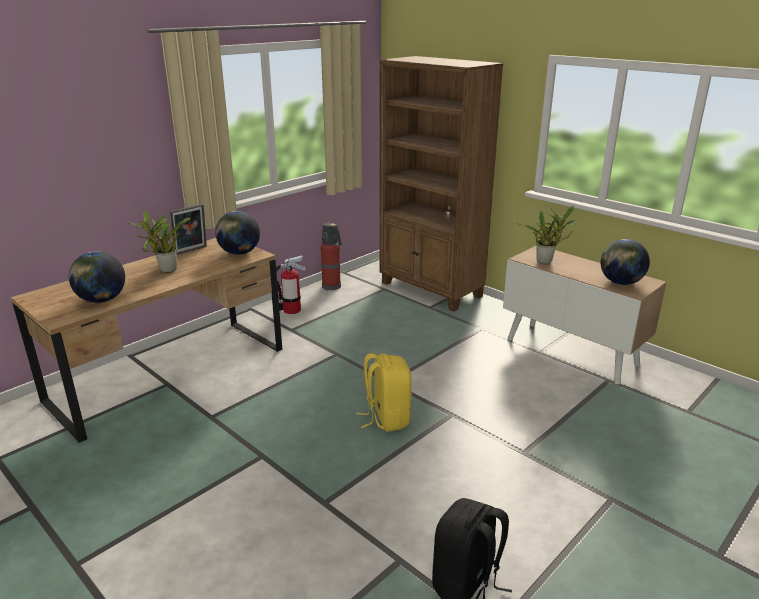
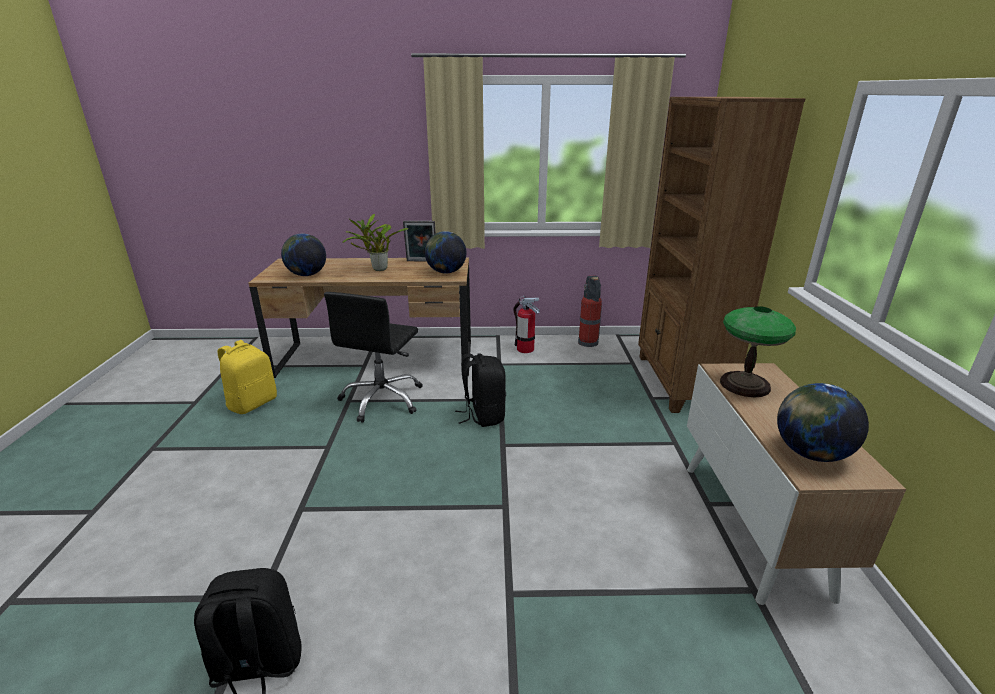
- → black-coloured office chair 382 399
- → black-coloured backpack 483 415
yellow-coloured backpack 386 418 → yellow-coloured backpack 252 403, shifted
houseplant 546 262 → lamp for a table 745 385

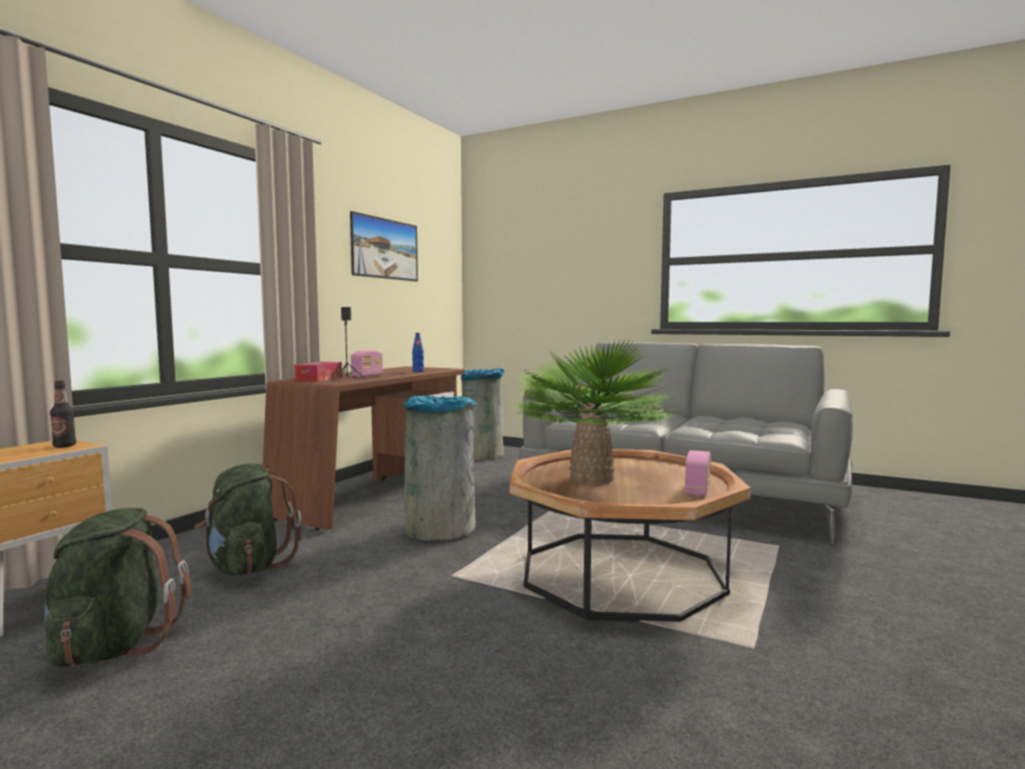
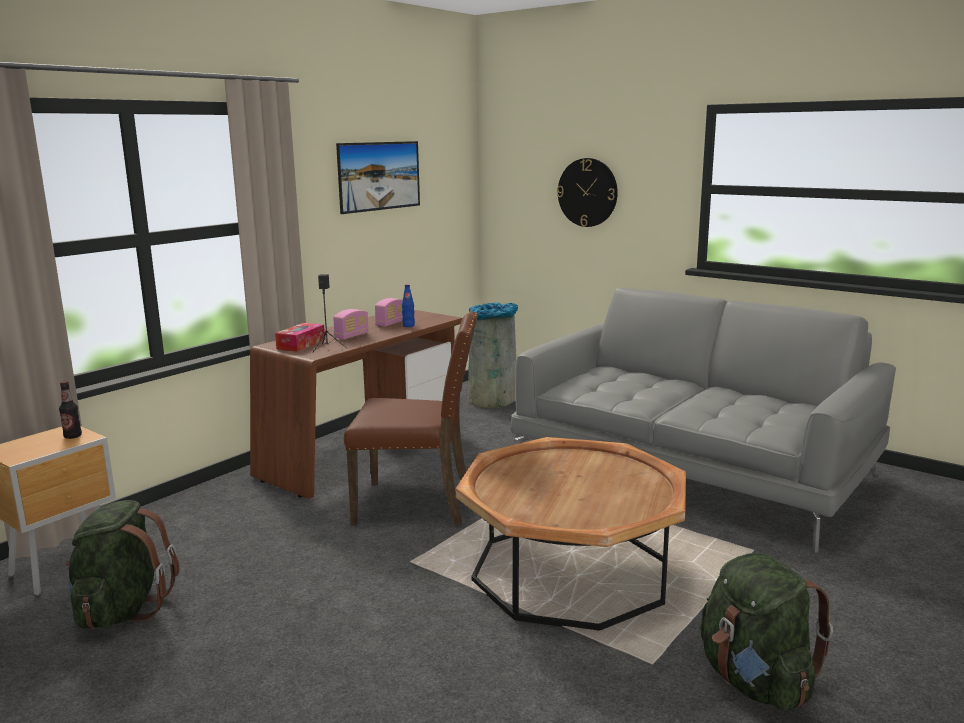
houseplant 592 478 → -
- → clock on the wall 587 192
green-coloured backpack 247 567 → green-coloured backpack 755 681, shifted
radio receiver 697 489 → radio receiver 391 323, shifted
gray rubbish bin 441 530 → brown upright chair 417 505

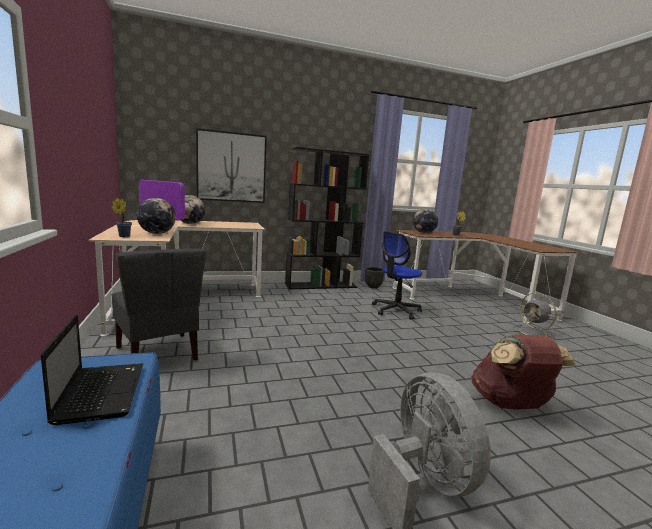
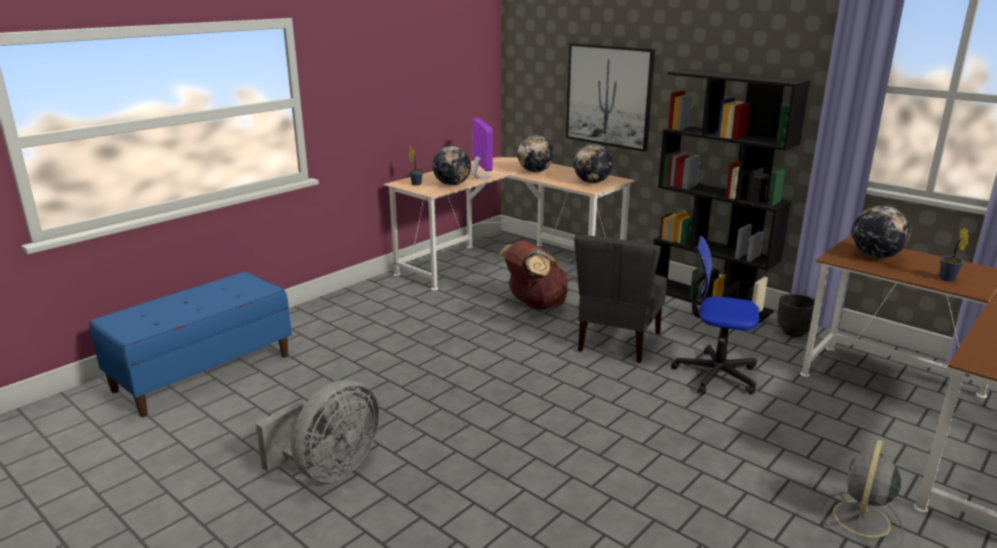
notebook computer 101 391 → -
- → globe 592 182
gray upright chair 158 353 → gray upright chair 617 342, shifted
brown backpack 511 405 → brown backpack 535 305, shifted

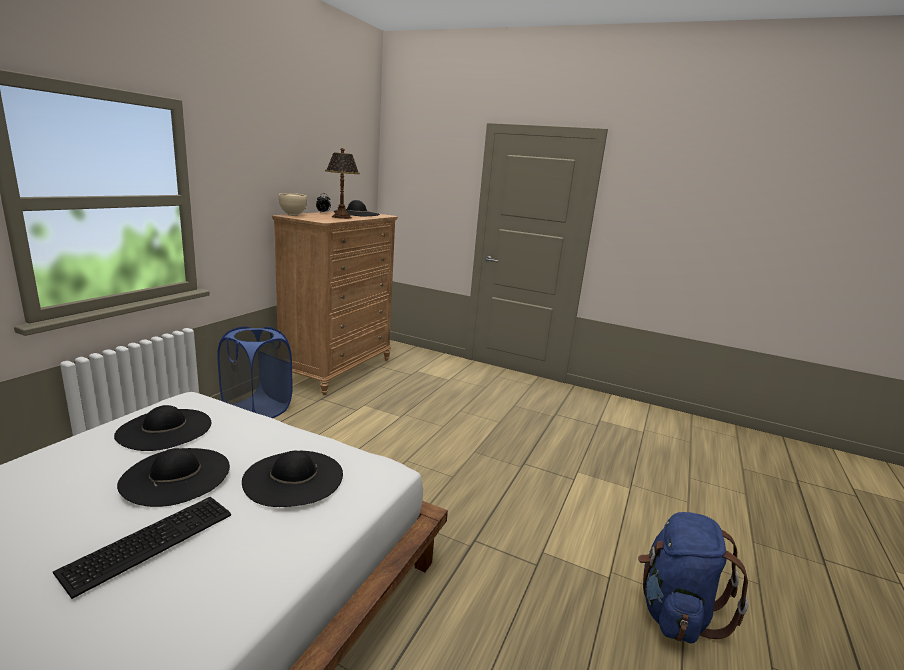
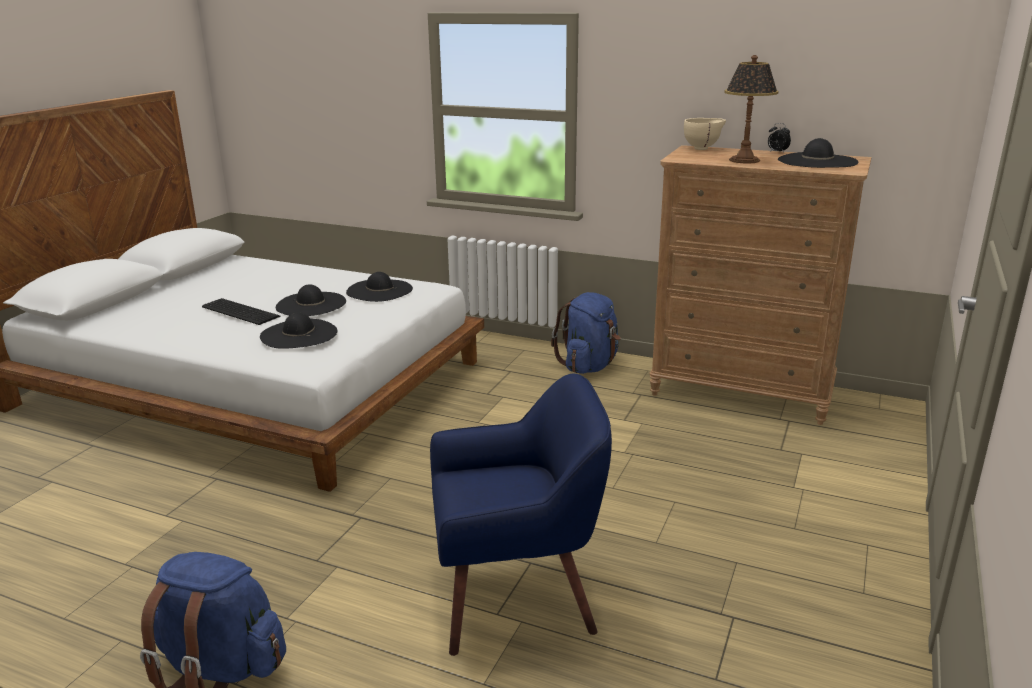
- → blue-coloured armchair 517 595
blue-coloured hamper 257 410 → blue-coloured backpack 589 366

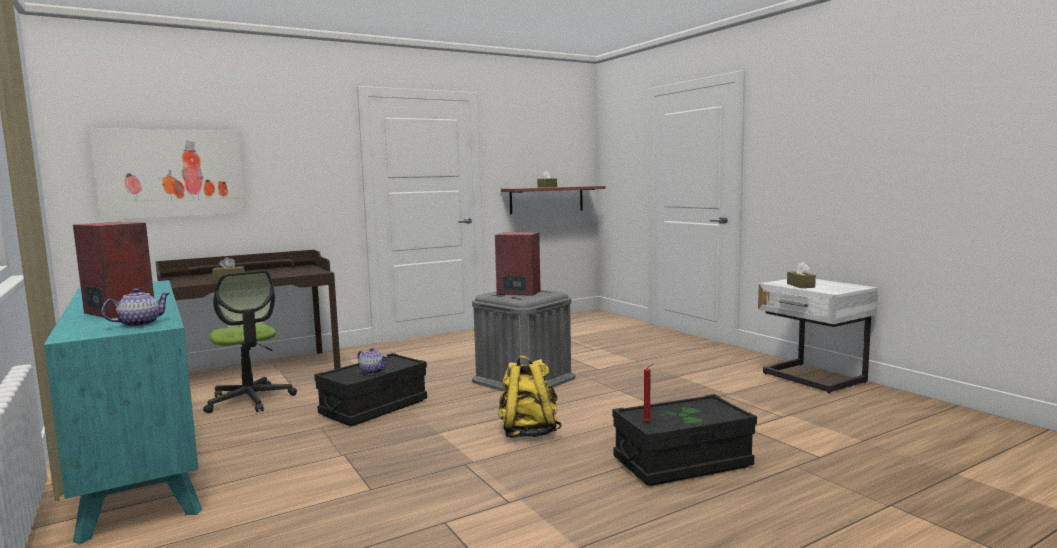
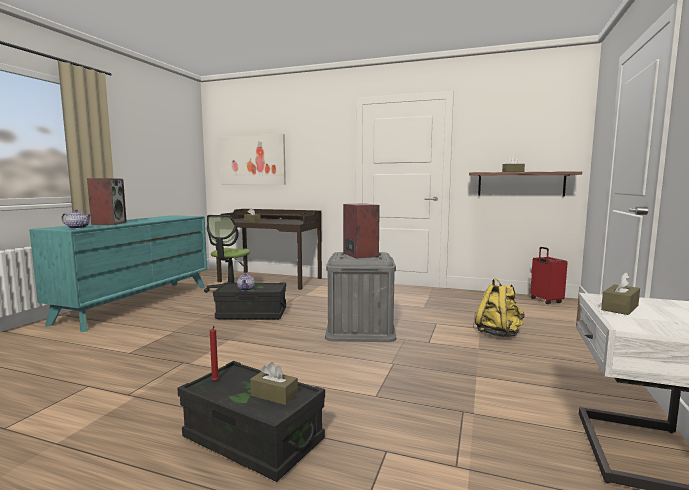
- → brown tissue box 274 395
- → red travel case 545 301
yellow-coloured backpack 528 432 → yellow-coloured backpack 498 334, shifted

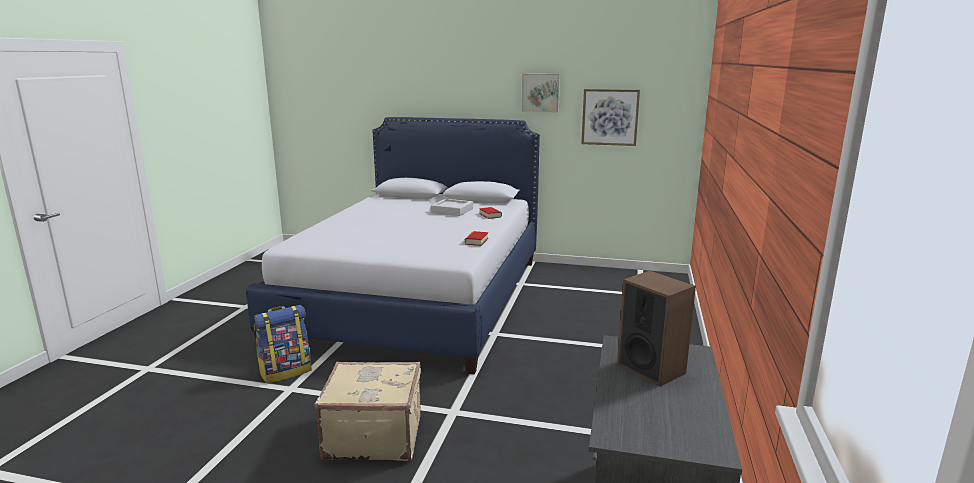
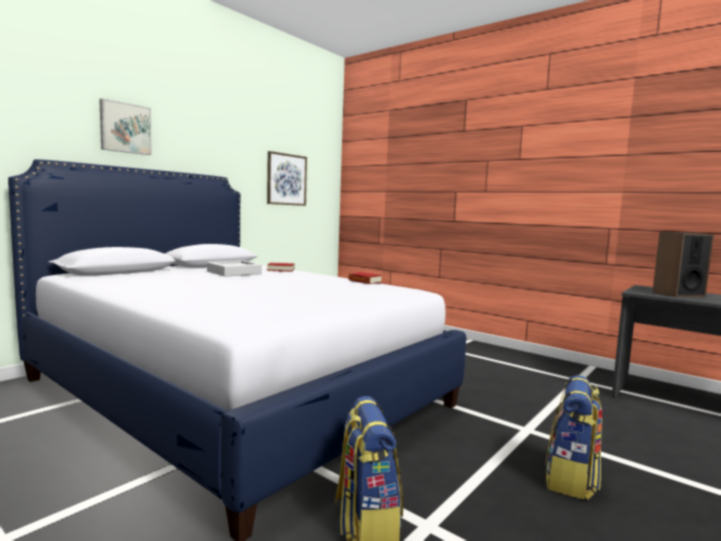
wall art 540 92 → wall art 125 128, shifted
beige travel case 373 435 → backpack 571 479

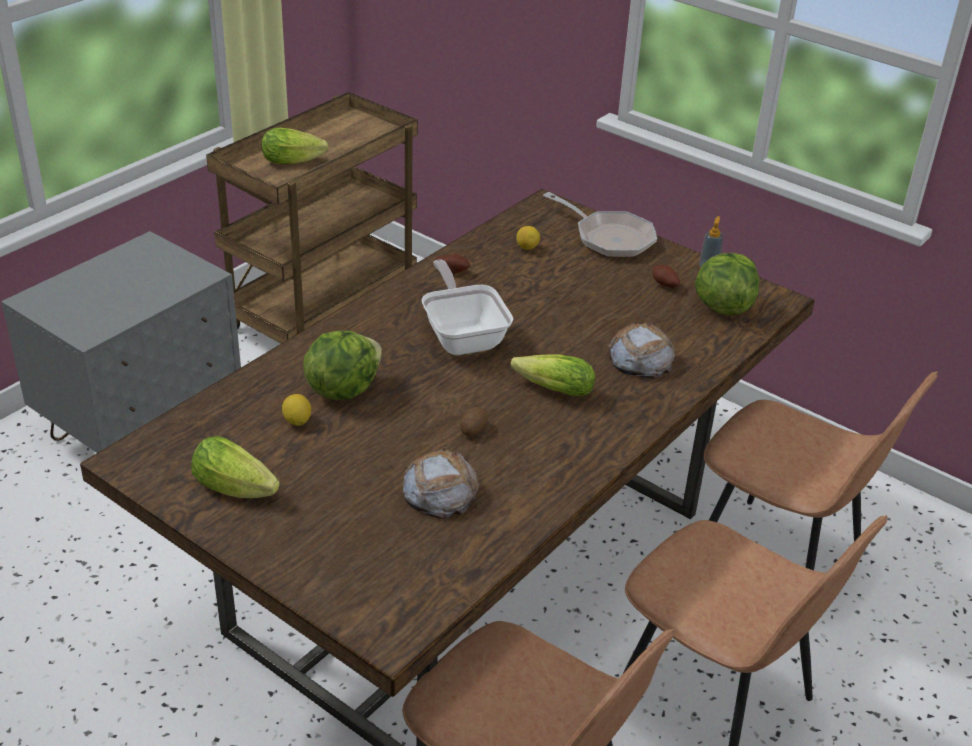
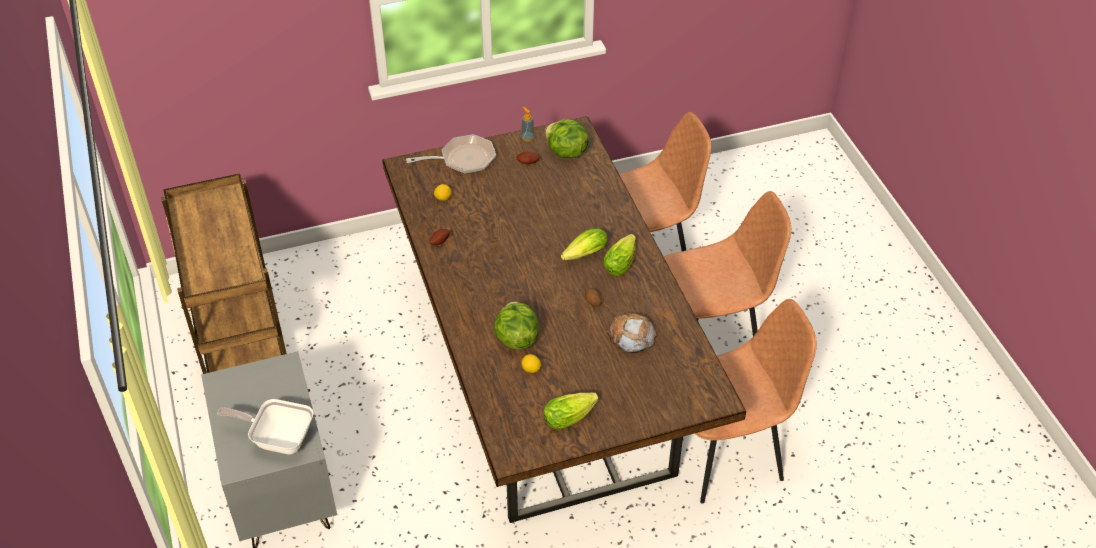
baked bread 640 358 → -
lettuce 296 160 → lettuce 621 262, shifted
skillet 463 336 → skillet 278 438, shifted

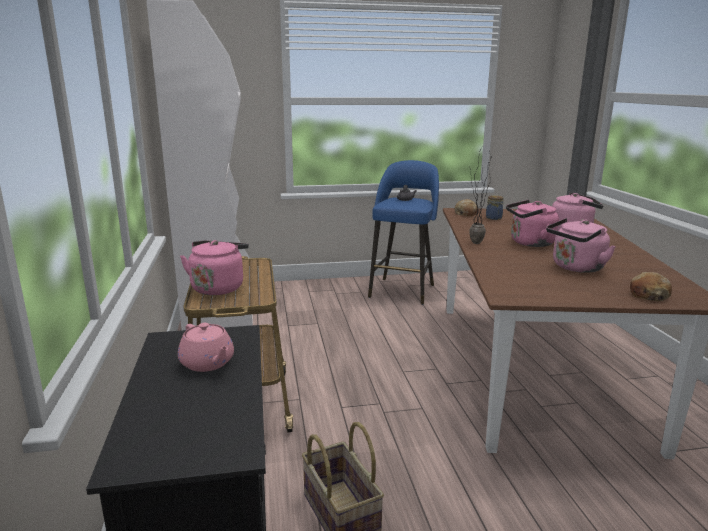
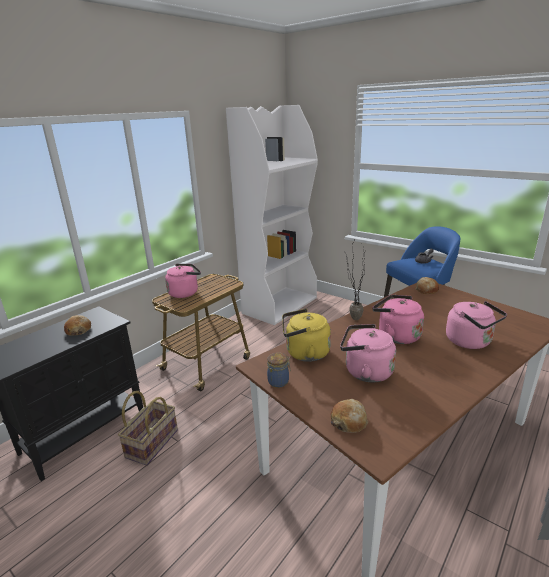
- → yellow-coloured tea kettle 304 353
preserve jar 494 218 → preserve jar 279 381, shifted
pink teapot 208 363 → baked bread 78 330

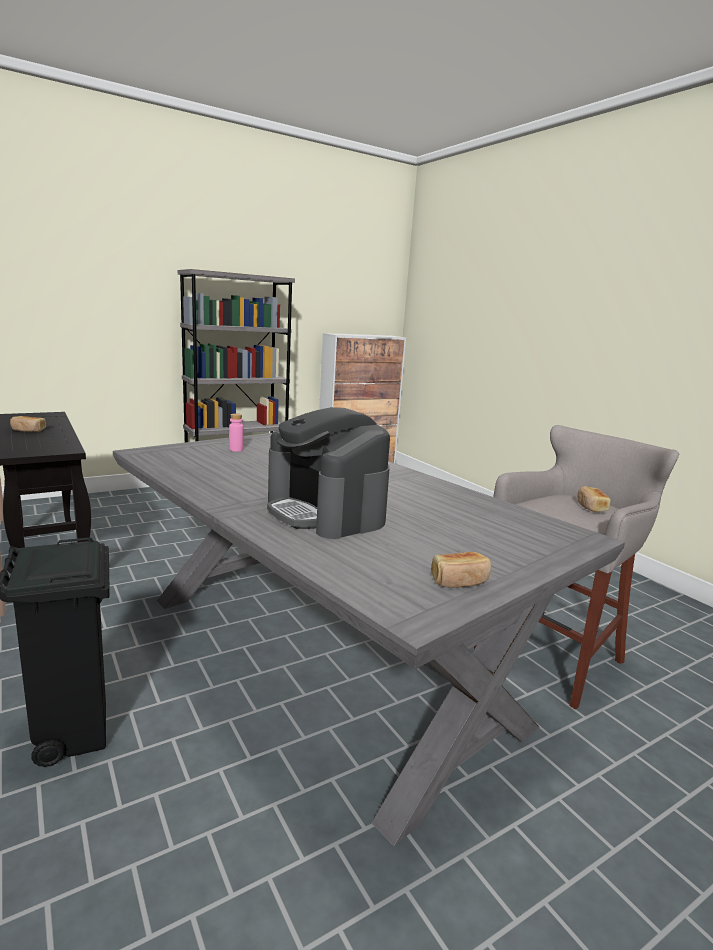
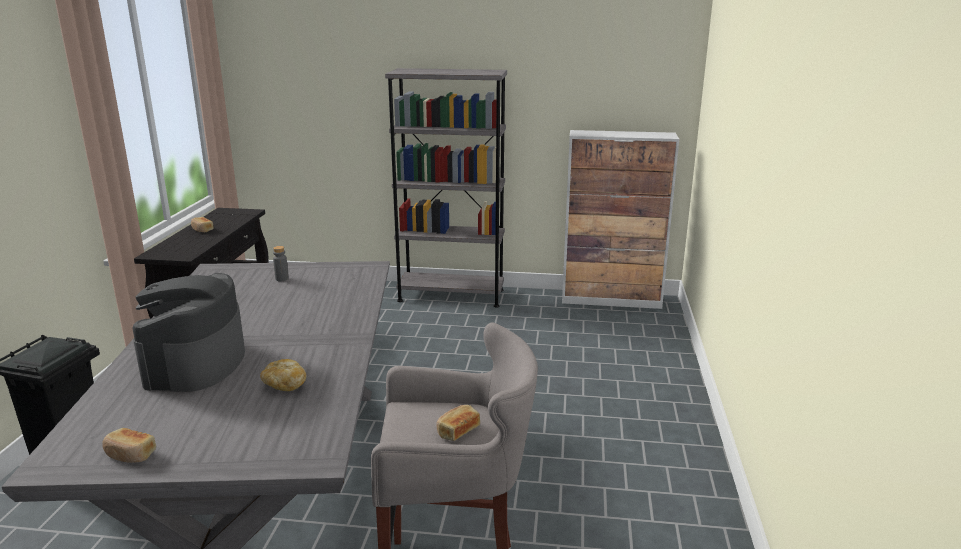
- → baked bread 284 385
pink beverage bottle 236 449 → gray beverage bottle 282 279

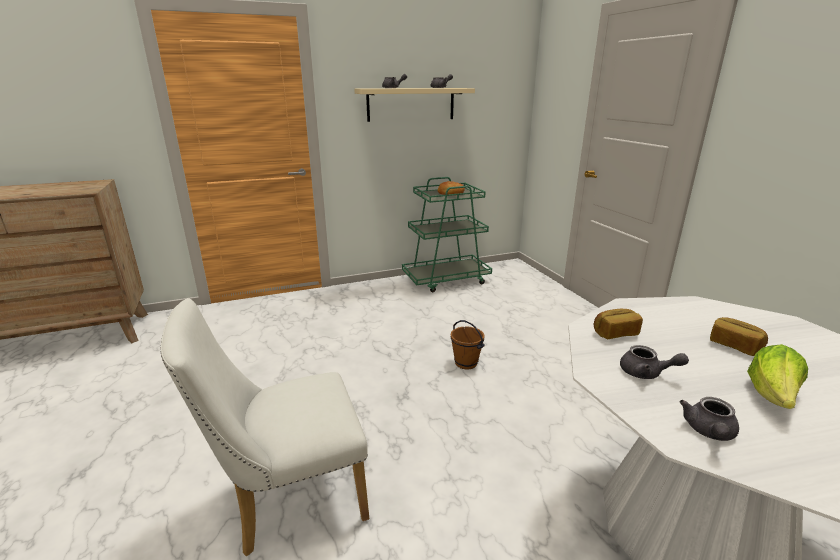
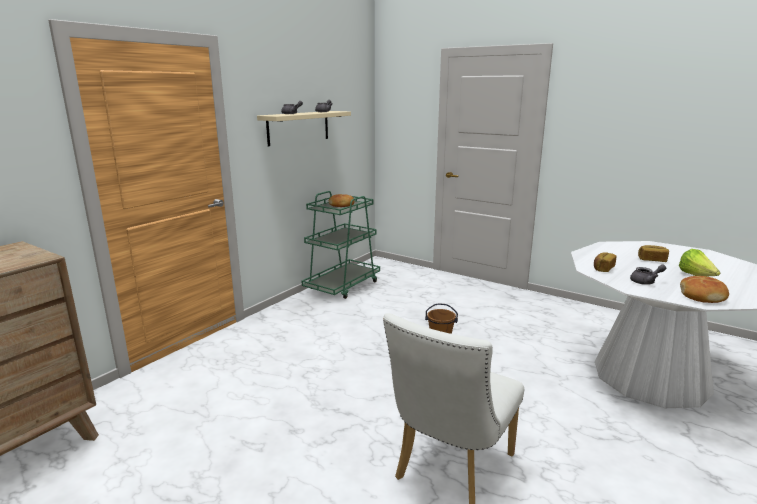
gray teapot 708 432 → baked bread 702 296

